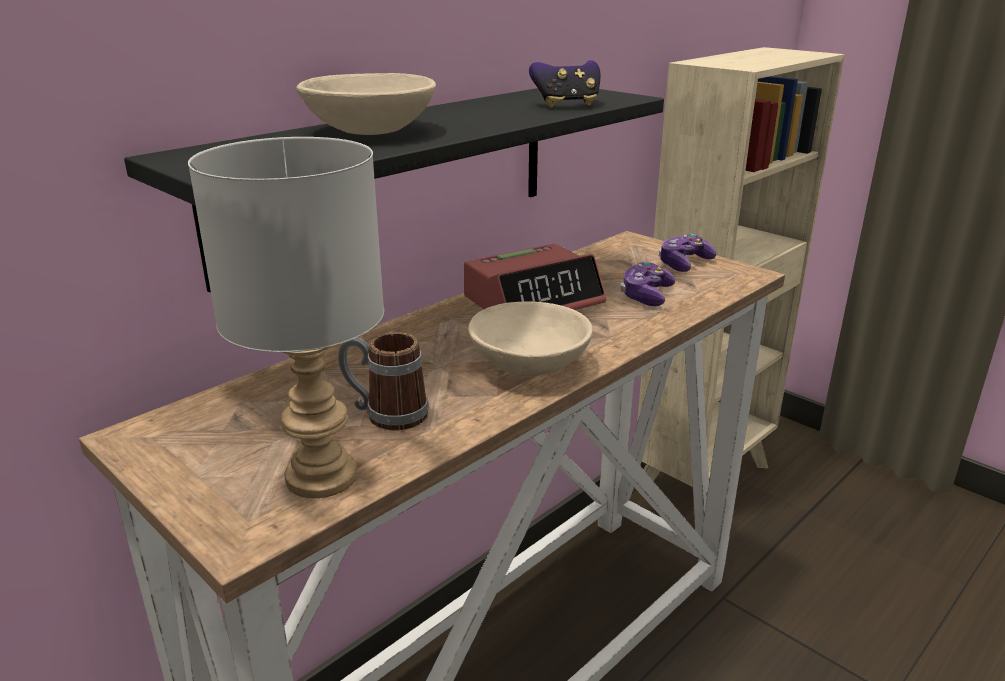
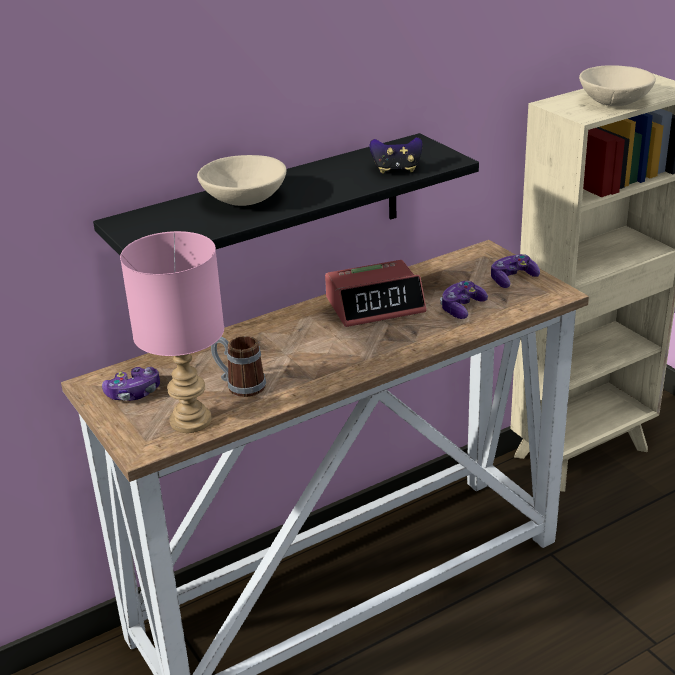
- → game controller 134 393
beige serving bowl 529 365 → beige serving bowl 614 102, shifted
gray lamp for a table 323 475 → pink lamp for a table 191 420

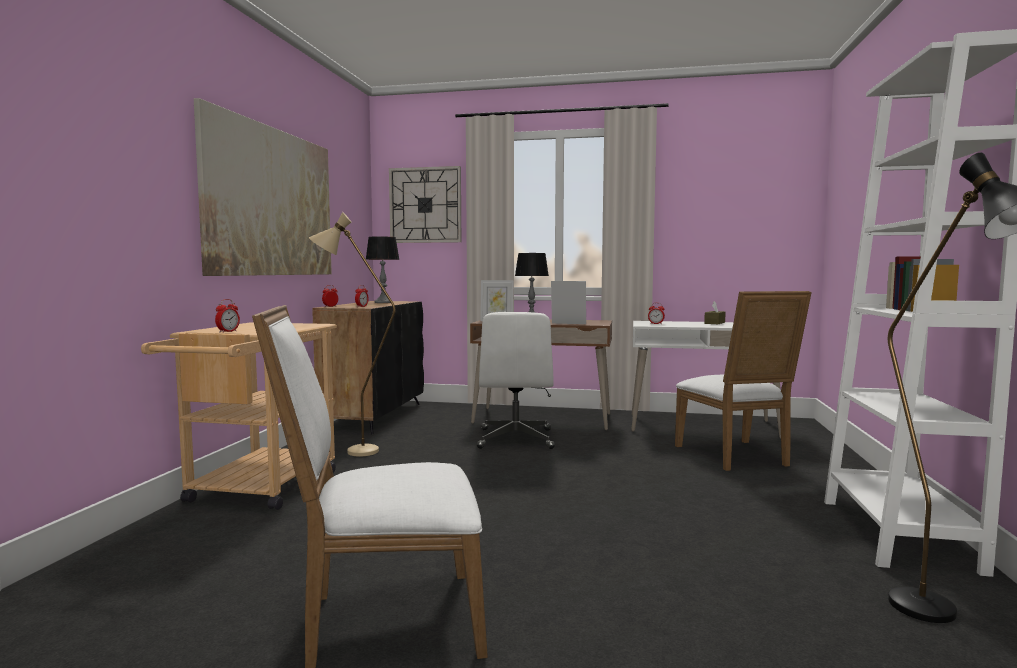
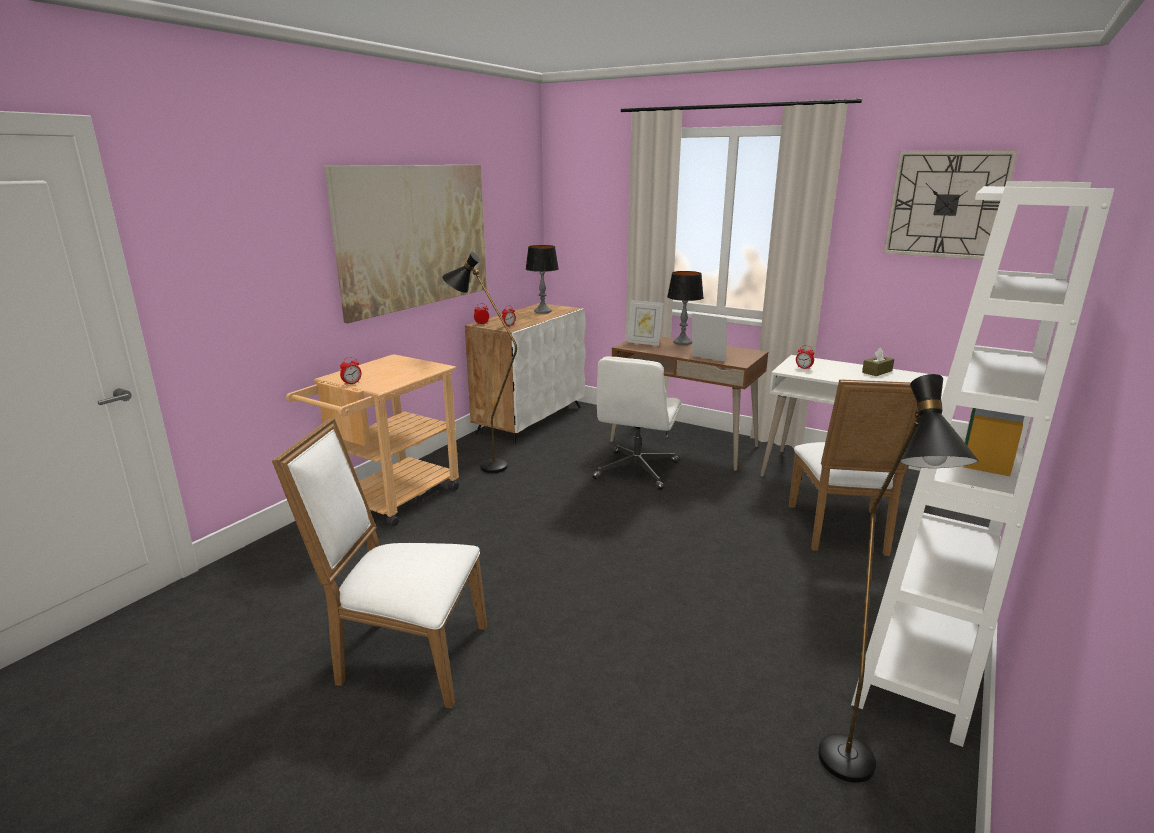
clock on the wall 425 205 → clock on the wall 946 204, shifted
beige standing lamp 351 451 → black-coloured standing lamp 484 465
black-coloured cupboard 374 416 → white cupboard 530 419

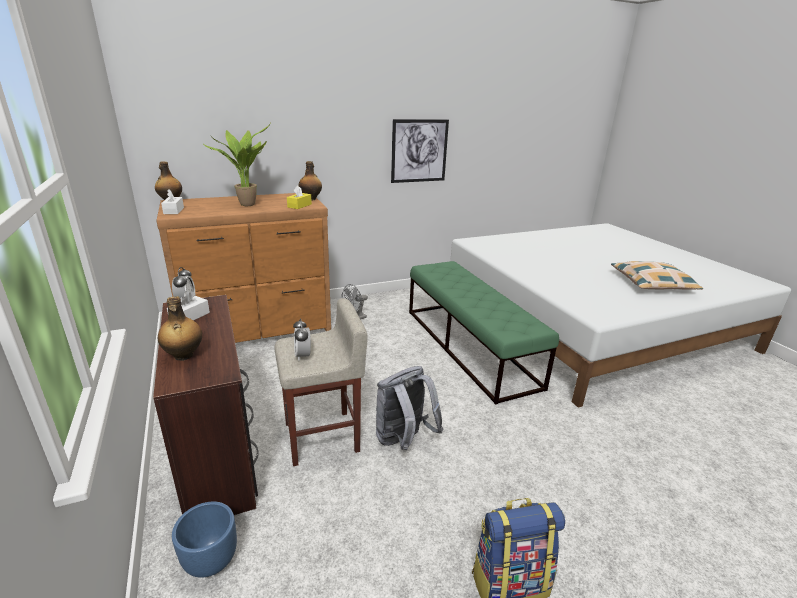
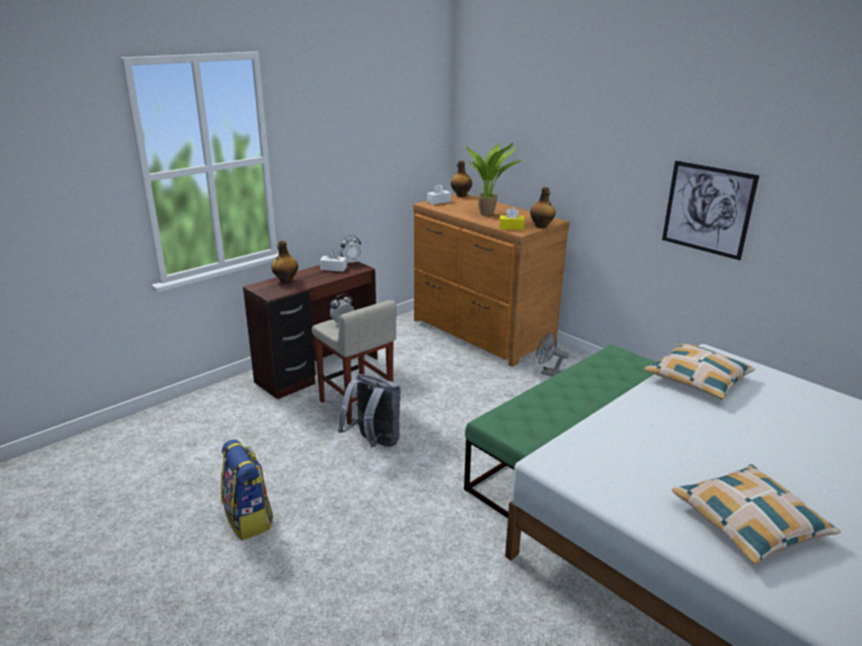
blue-coloured plant pot 212 562 → -
- → pillow 697 379

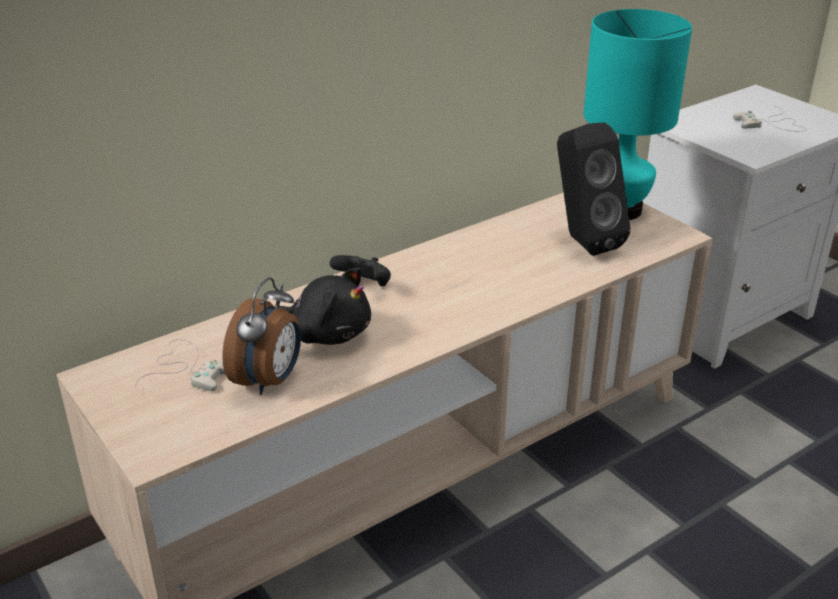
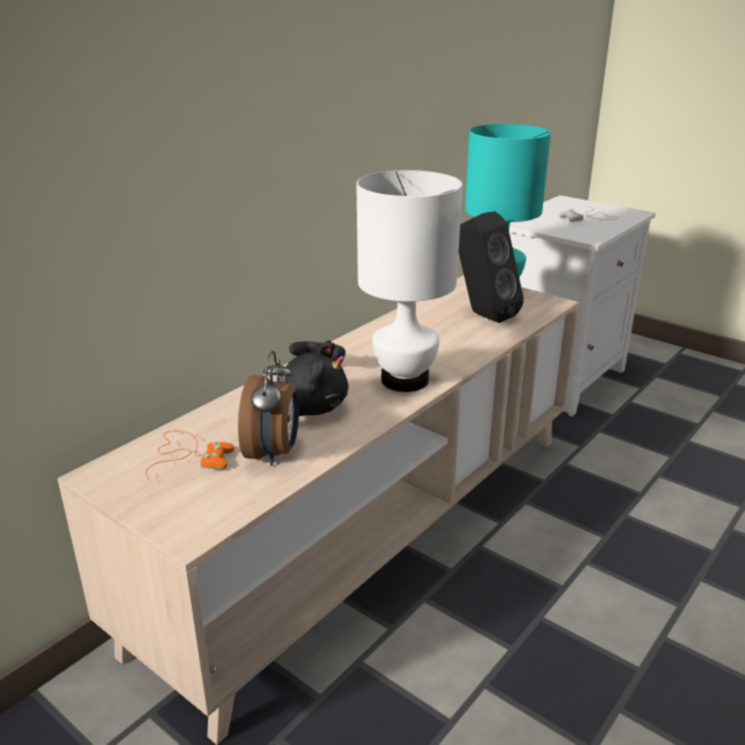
- → white lamp for a table 405 380
white game controller 186 369 → orange-coloured game controller 188 455

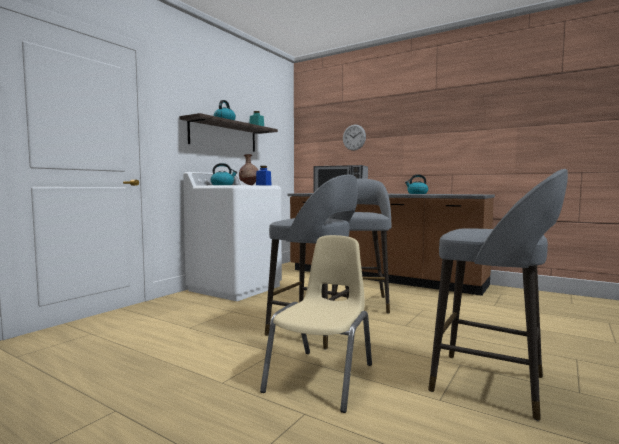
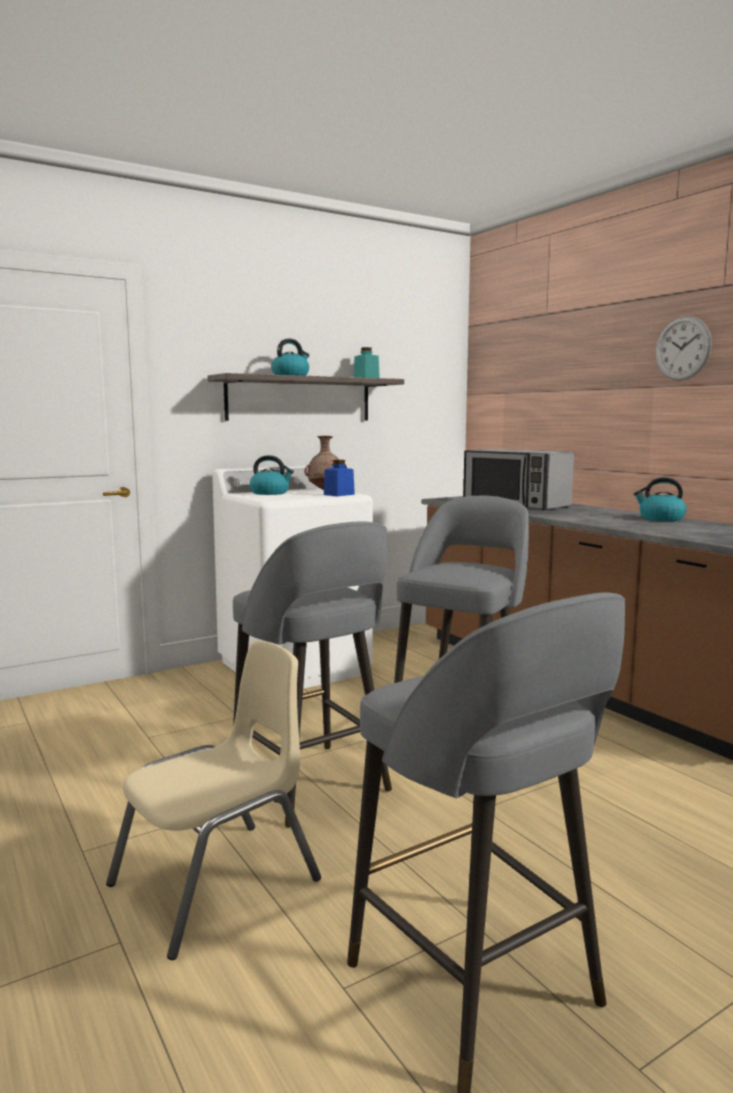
clock on the wall 354 137 → clock on the wall 682 348, shifted

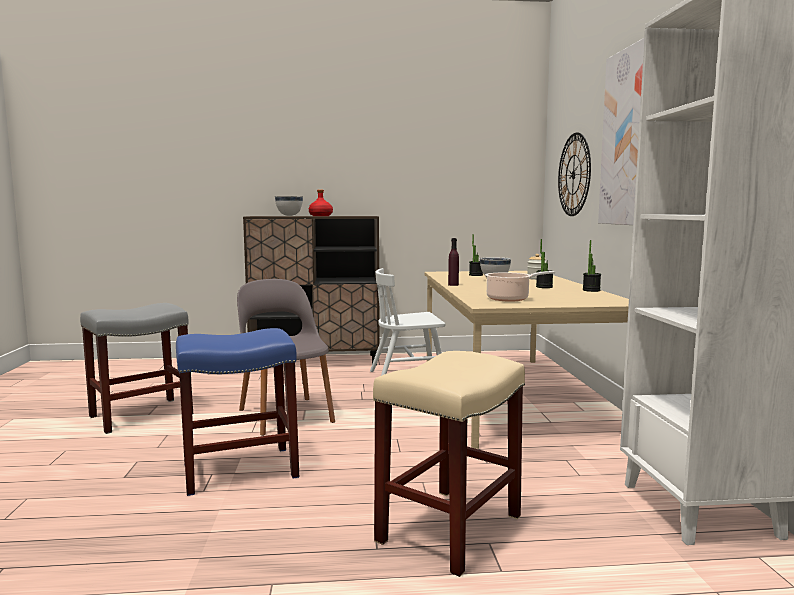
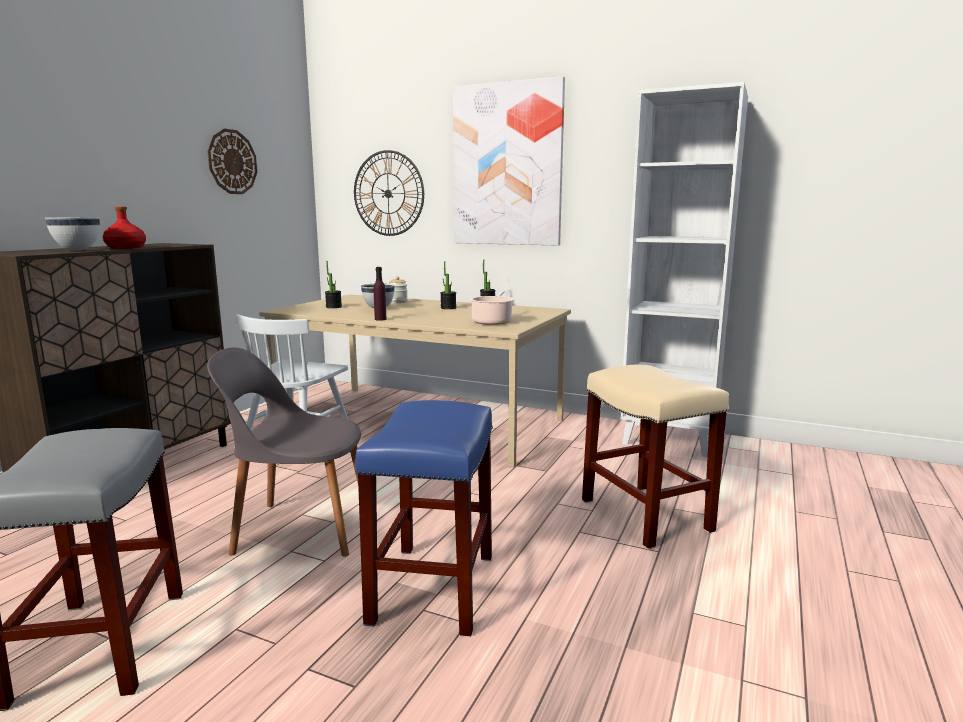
- → clock on the wall 232 162

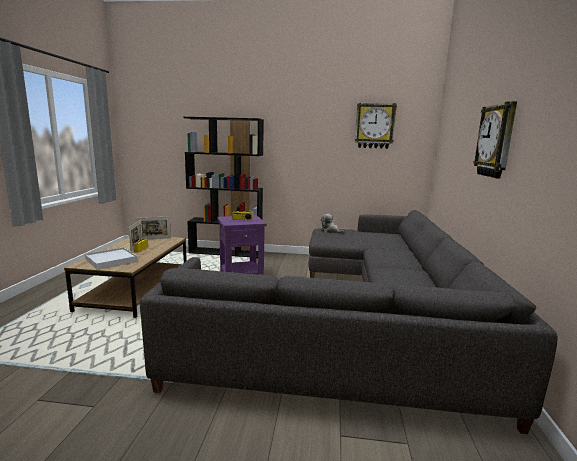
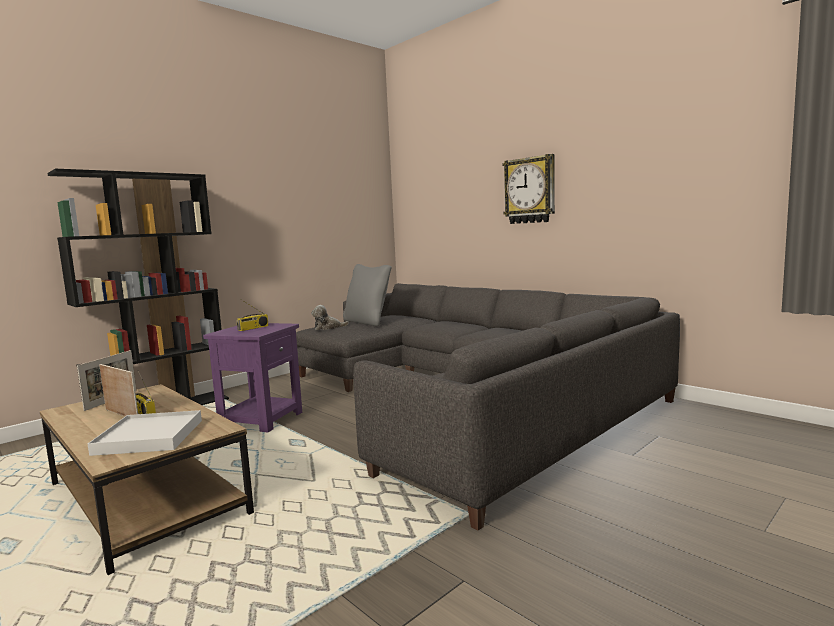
clock on the wall 374 126 → -
- → gray pillow 367 322

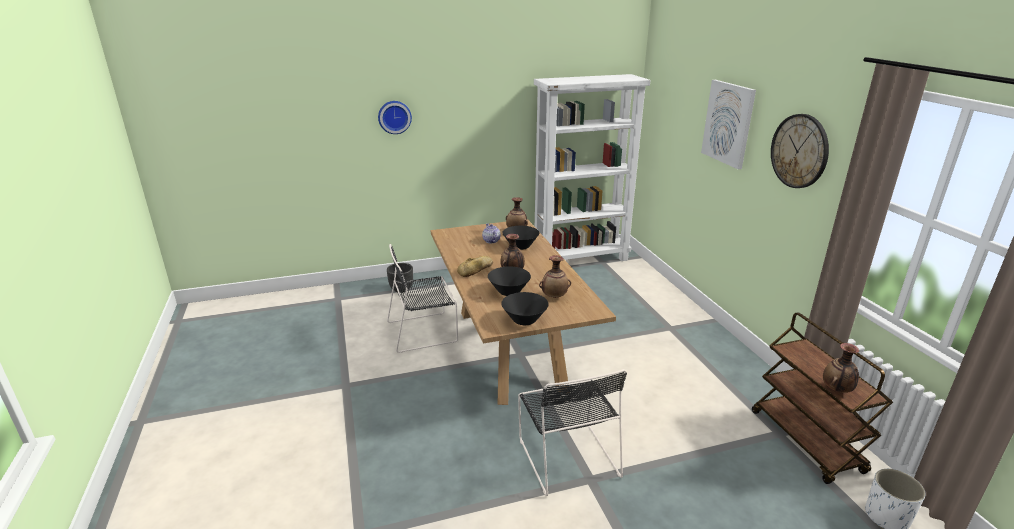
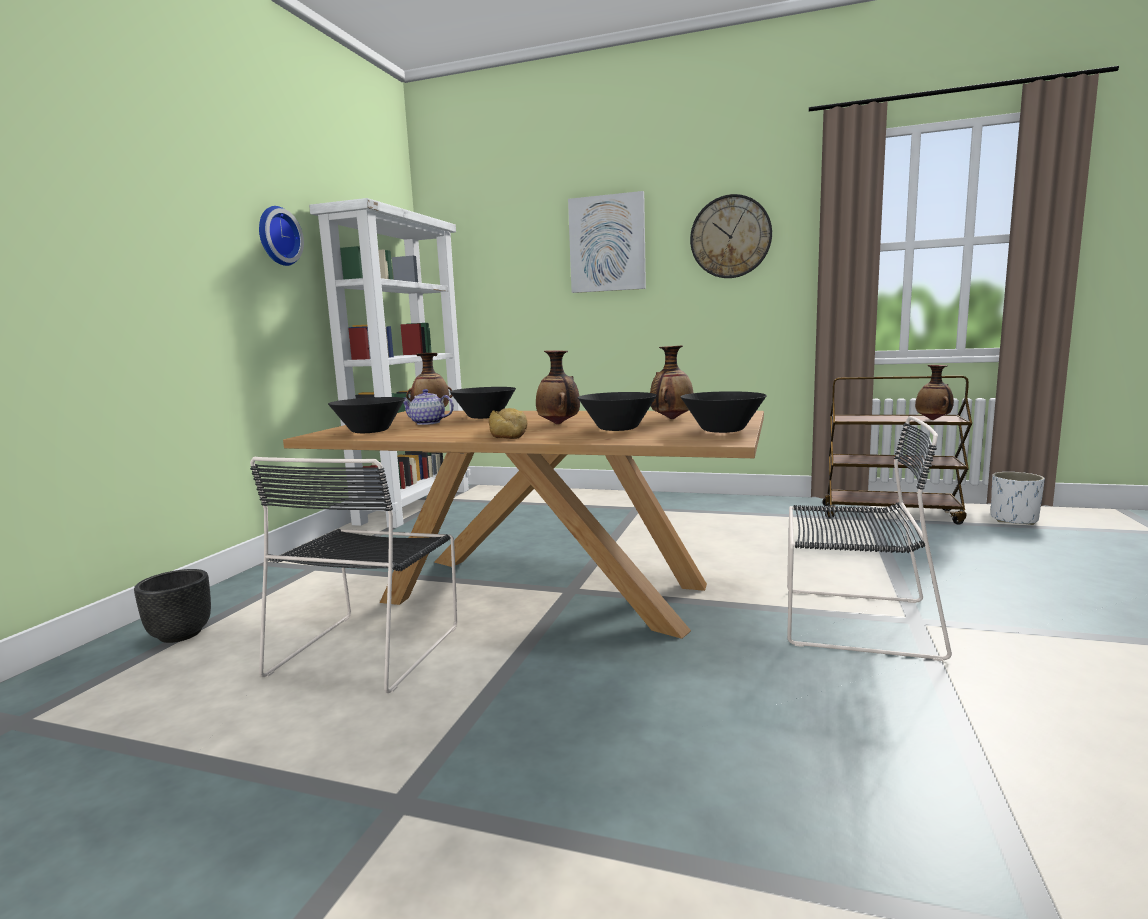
- → black-coloured serving bowl 369 431
clock on the wall 394 117 → clock on the wall 277 236, shifted

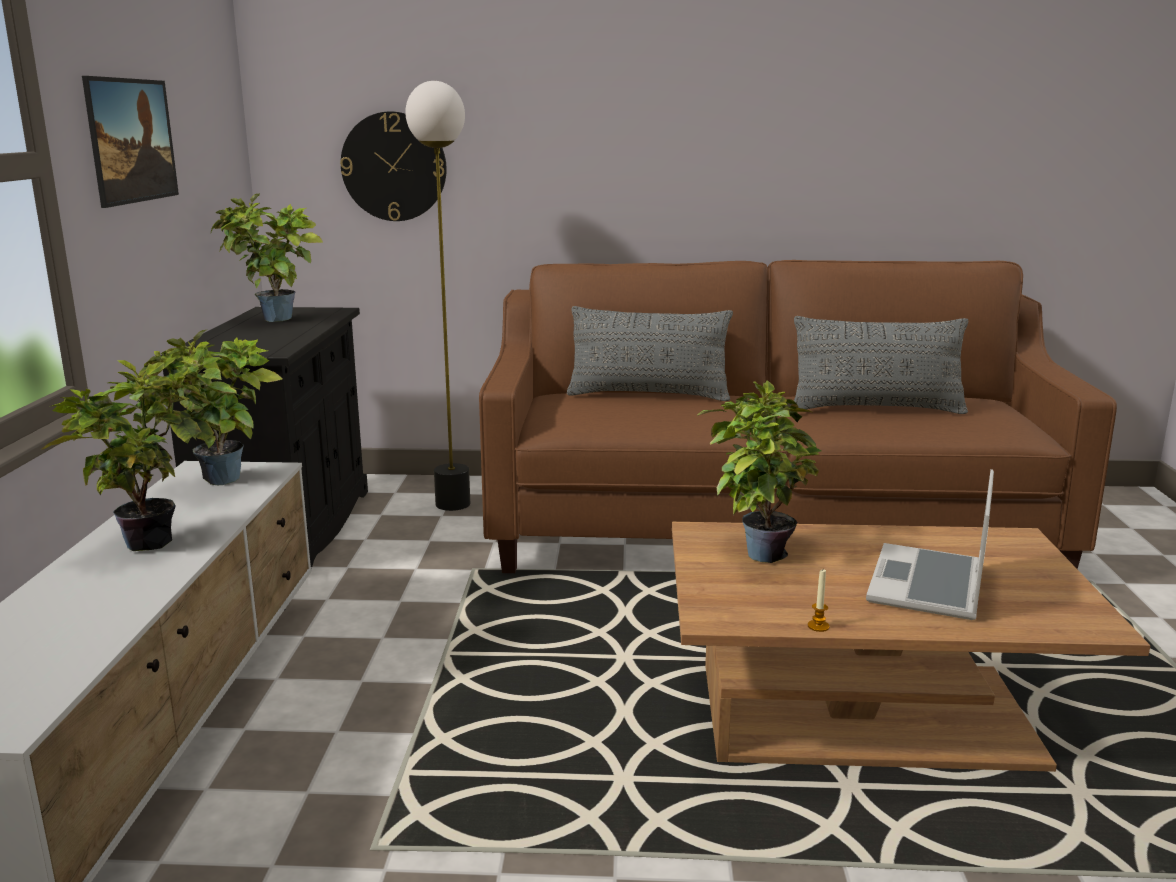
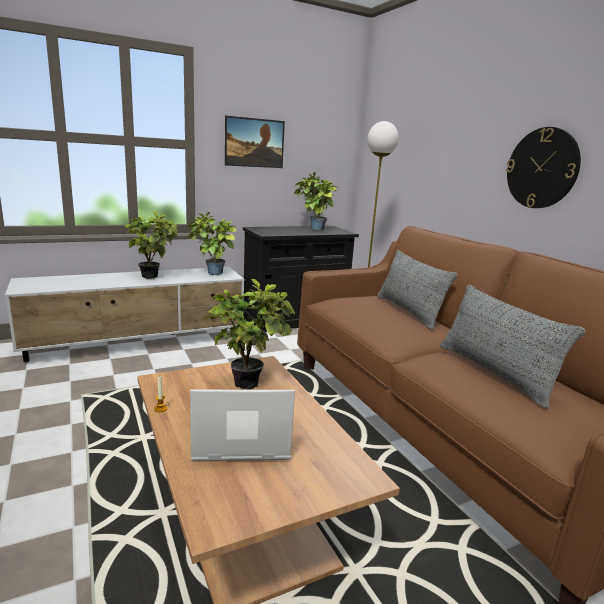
clock on the wall 394 167 → clock on the wall 542 168, shifted

